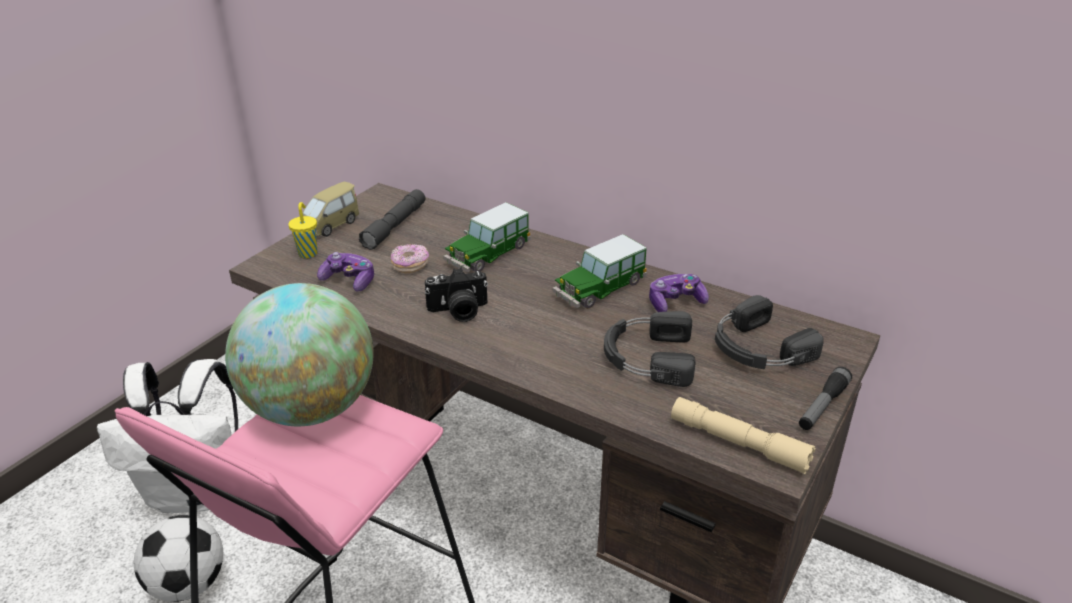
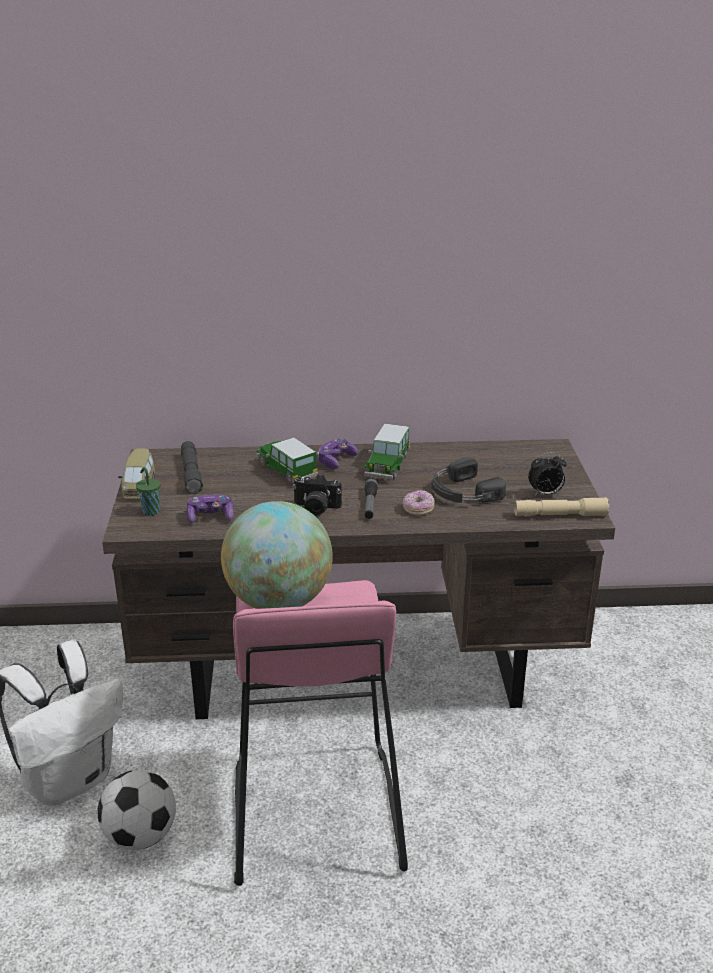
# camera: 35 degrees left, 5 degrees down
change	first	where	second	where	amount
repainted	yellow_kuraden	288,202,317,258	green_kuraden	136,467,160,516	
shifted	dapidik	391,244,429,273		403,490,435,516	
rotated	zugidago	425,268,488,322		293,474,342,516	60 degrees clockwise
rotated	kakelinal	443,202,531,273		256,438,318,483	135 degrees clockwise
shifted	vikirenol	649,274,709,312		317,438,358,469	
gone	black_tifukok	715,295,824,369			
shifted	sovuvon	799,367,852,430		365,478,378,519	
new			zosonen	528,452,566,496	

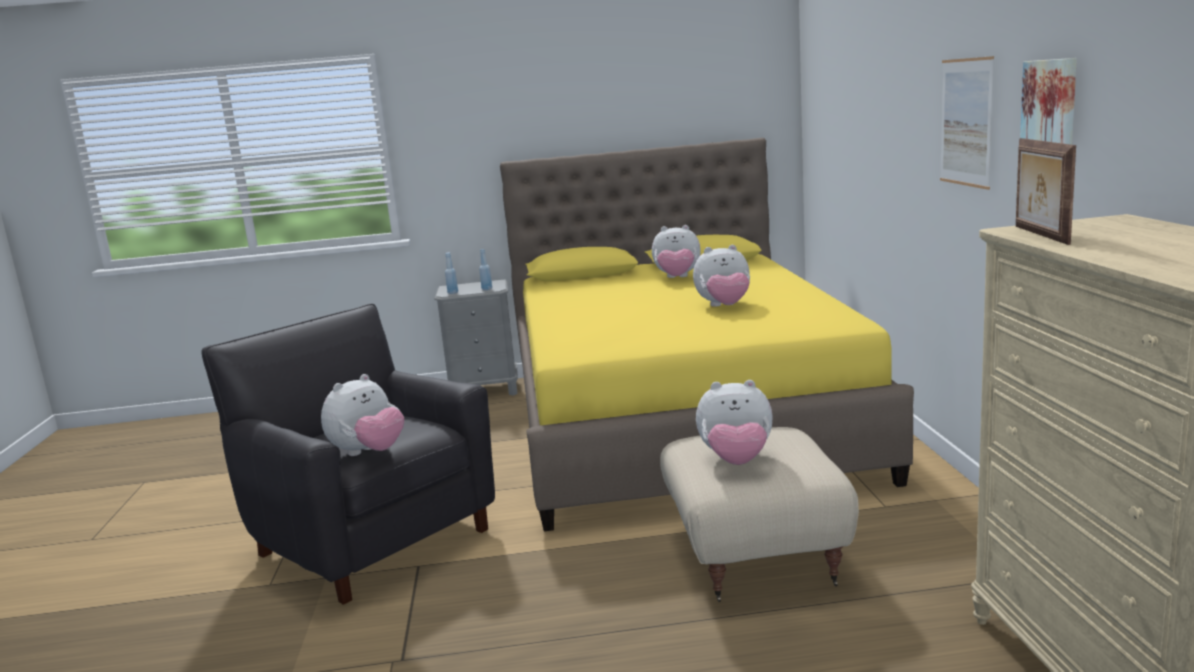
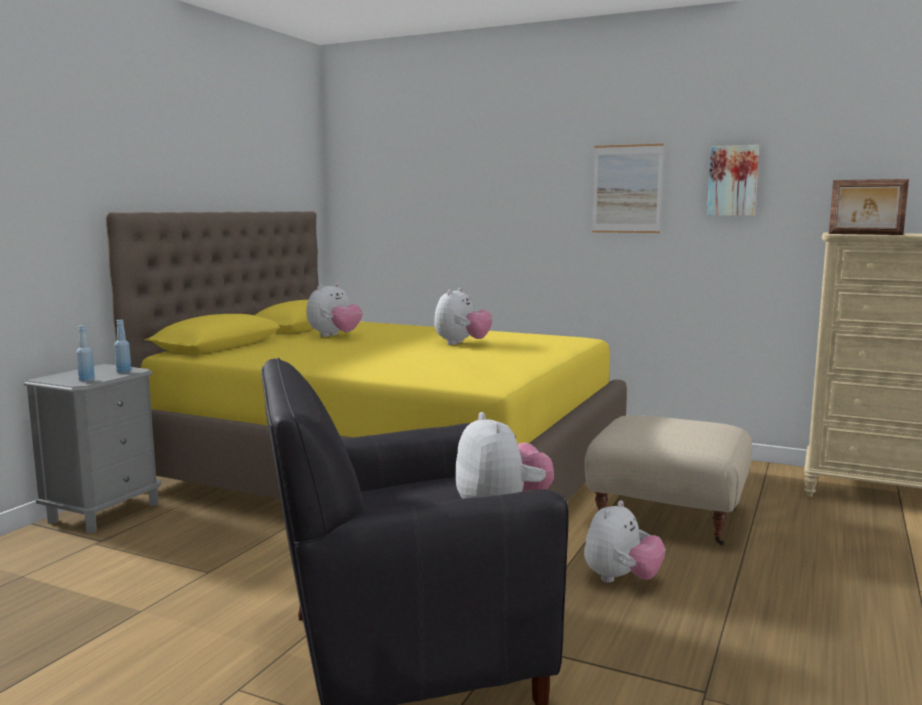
# camera: 60 degrees left, 5 degrees down
change	first	where	second	where	amount
shifted	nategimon	696,380,773,465		584,500,665,583	

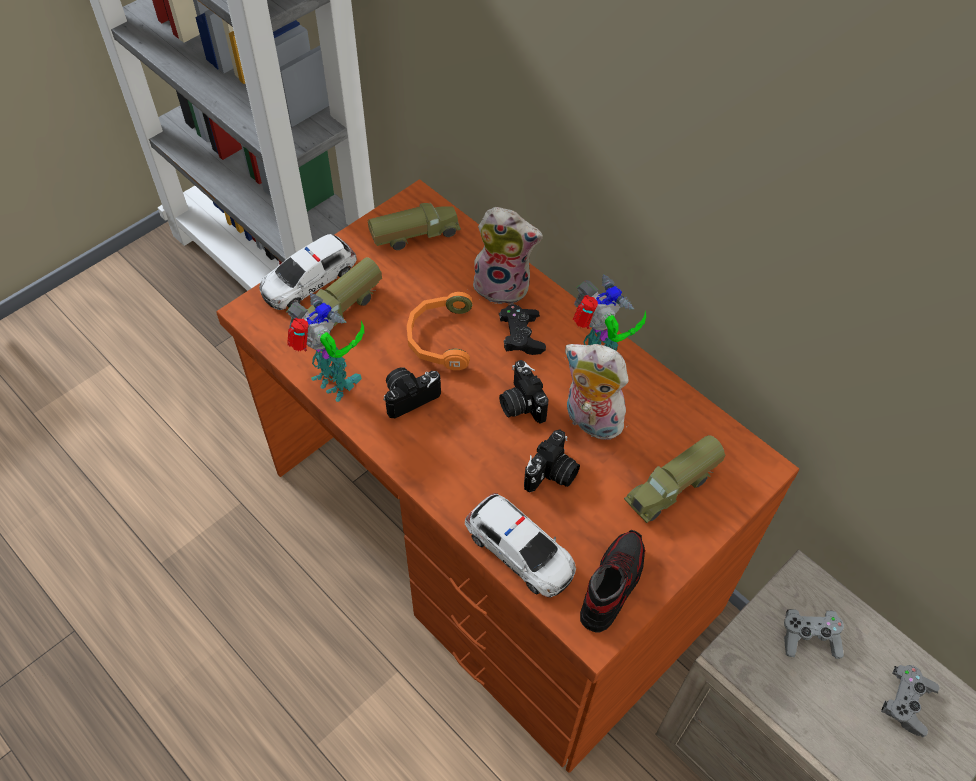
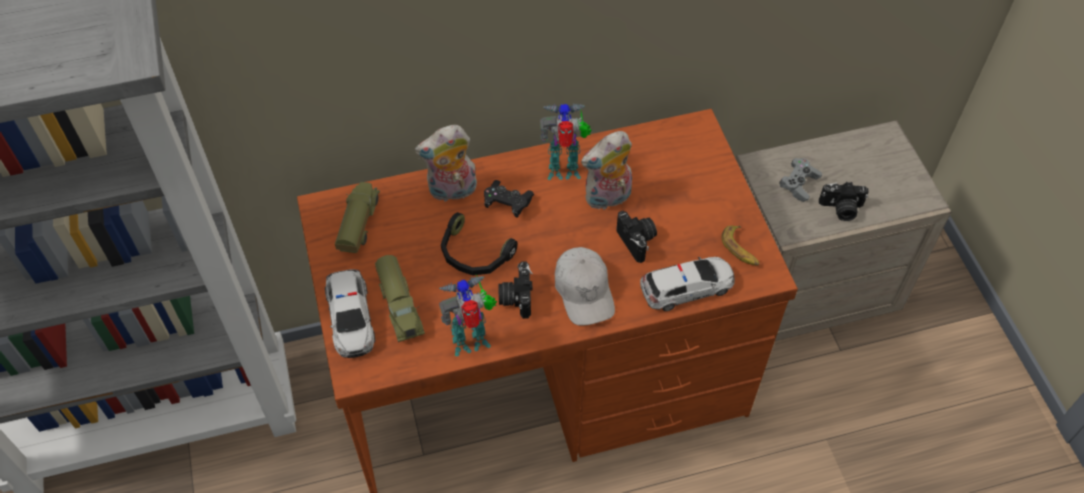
# camera: 60 degrees left, 0 degrees up
change	first	where	second	where	amount
repainted	orange_tifukok	407,292,473,370	black_tifukok	441,212,517,275	
rotated	nategimon	473,207,543,305		414,125,477,202	150 degrees counterclockwise
shifted	zugidago	499,360,549,424		819,182,869,221	
swapped	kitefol	580,530,645,632	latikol	721,226,759,266	
gone	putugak	624,435,726,523			
gone	grey_vikirenol	881,665,940,737			
new			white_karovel	555,247,615,326	

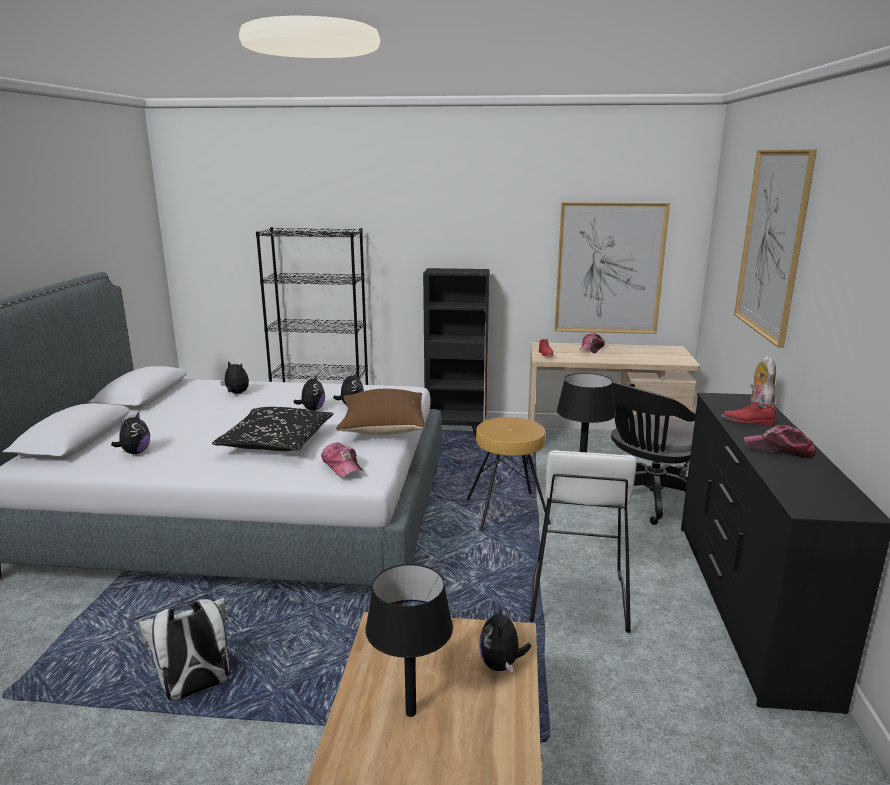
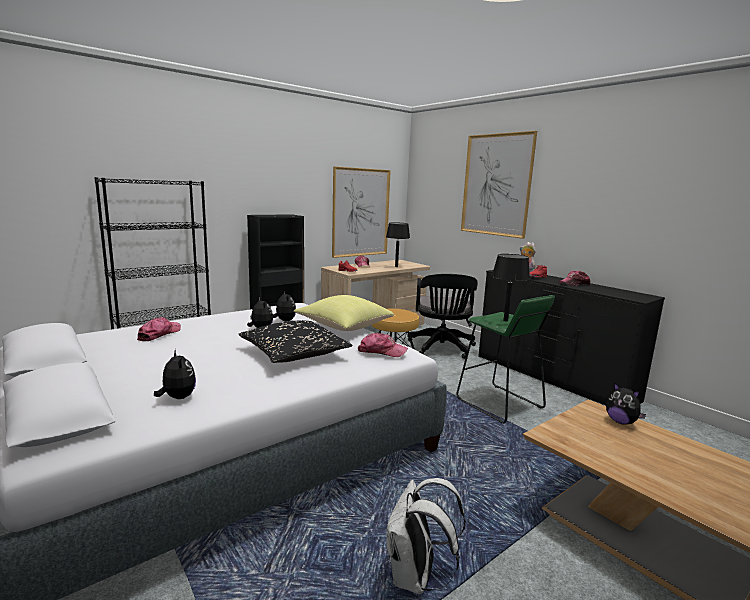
# camera: 45 degrees left, 5 degrees down
change	first	where	second	where	amount
swapped	nategimon	220,360,249,394	karovel	137,317,181,341	
repainted	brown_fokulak	336,389,425,435	yellow_fokulak	294,295,394,331	
shifted	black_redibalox	365,564,453,717		386,222,410,267	
repainted	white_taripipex	529,450,637,633	green_taripipex	456,295,555,424	

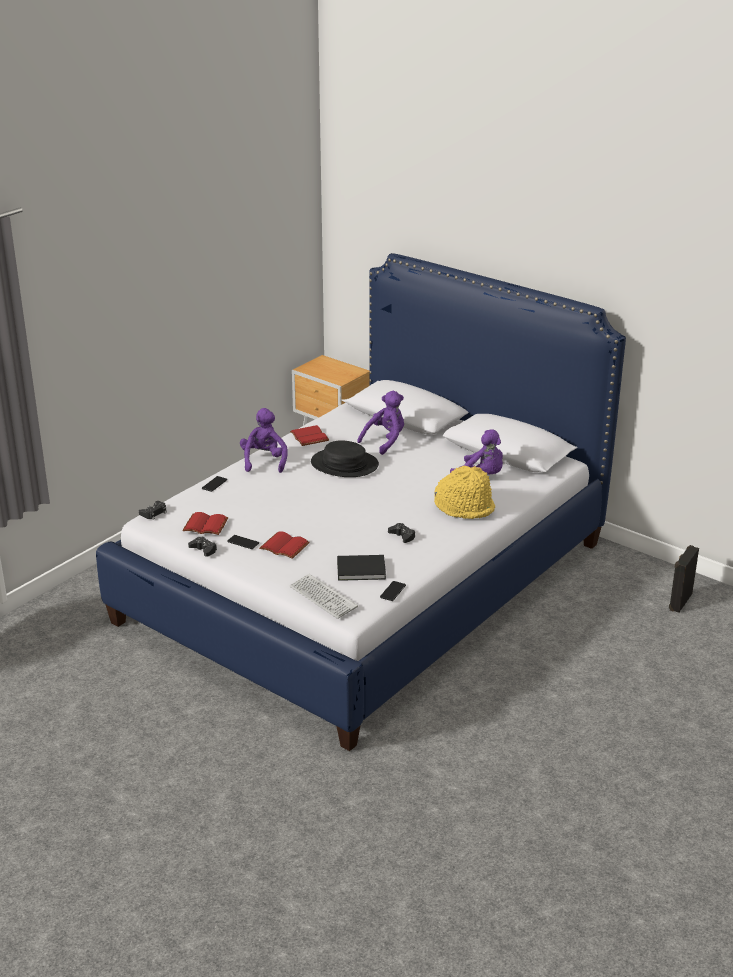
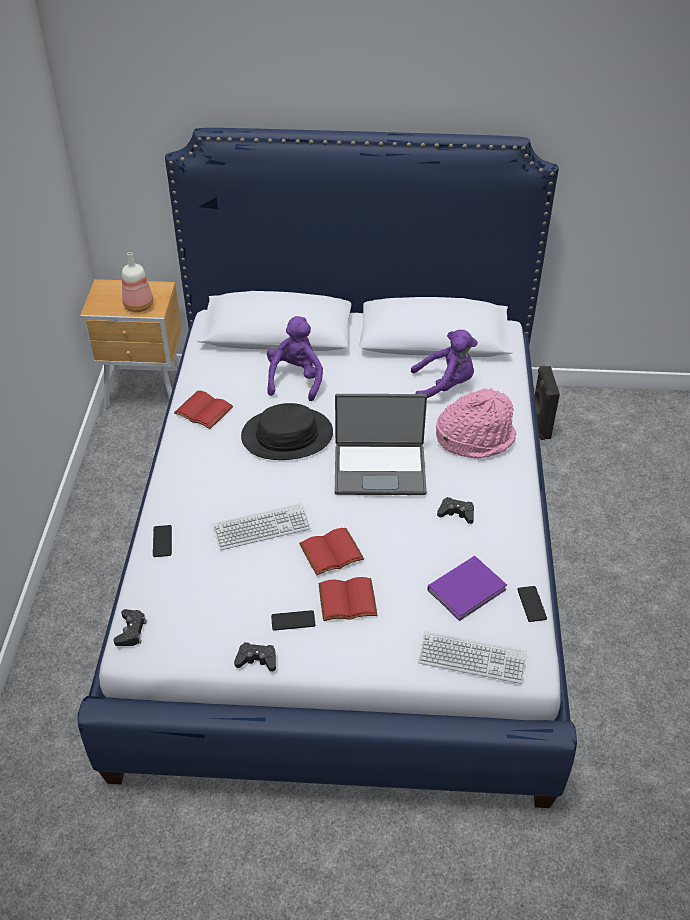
# camera: 35 degrees left, 15 degrees up
change	first	where	second	where	amount
shifted	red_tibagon	182,512,228,535		299,528,364,576	
gone	purple_nategimon	240,408,288,473			
repainted	black_tibagon	337,555,386,581	purple_tibagon	427,556,507,621	
repainted	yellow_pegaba	434,466,495,519	pink_pegaba	436,388,516,459	
shifted	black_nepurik	669,545,699,613		535,366,560,440	
new			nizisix	122,252,153,312	
new			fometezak	212,503,311,550	
new			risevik	335,394,427,495	

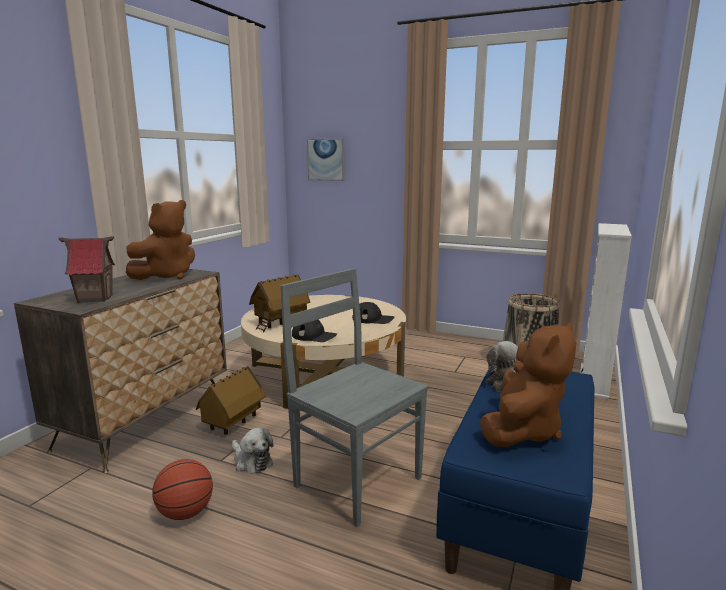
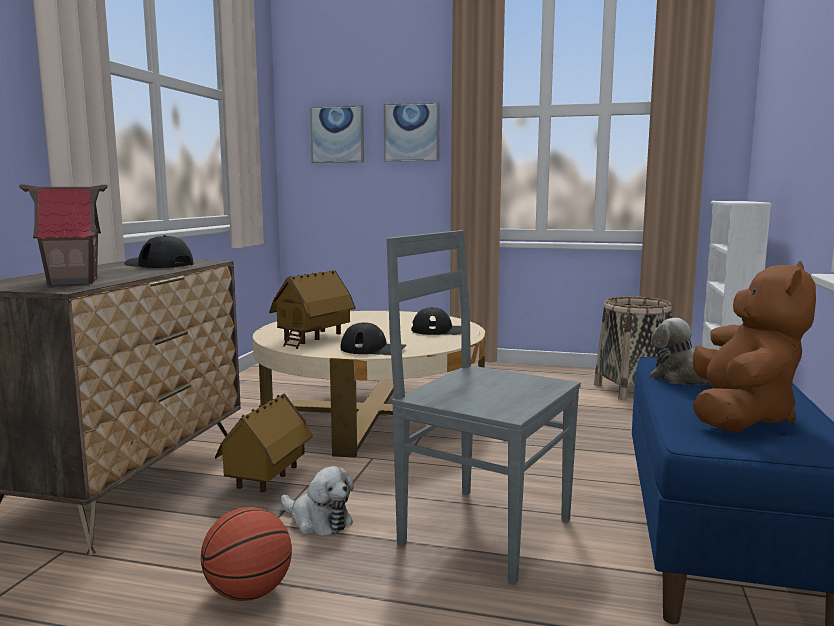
# camera: 10 degrees left, 5 degrees down
change	first	where	second	where	amount
swapped	brown_nategimon	126,200,195,280	black_karovel	124,235,193,268	
new			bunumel	384,102,440,162	

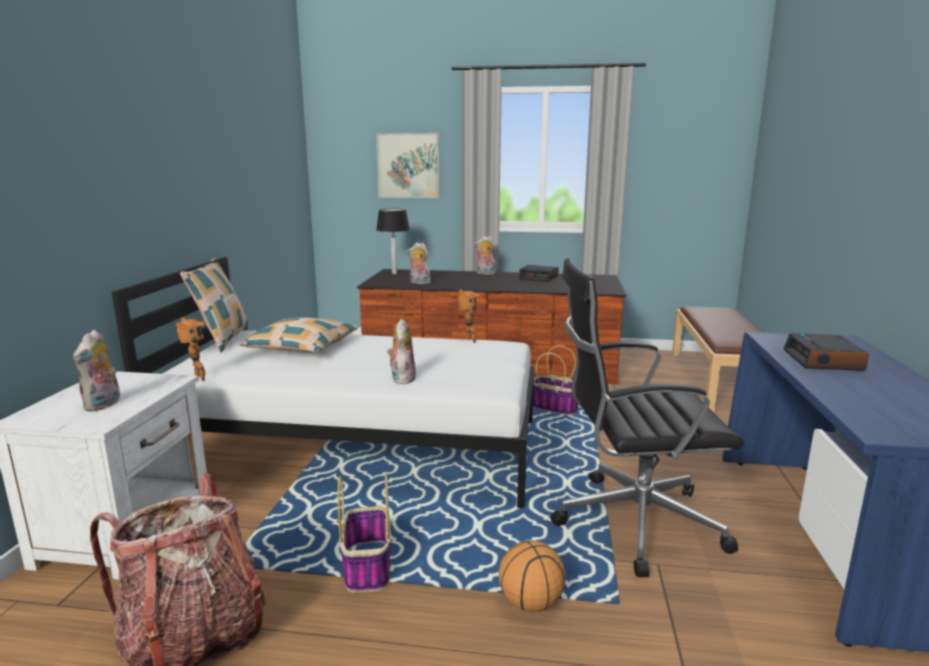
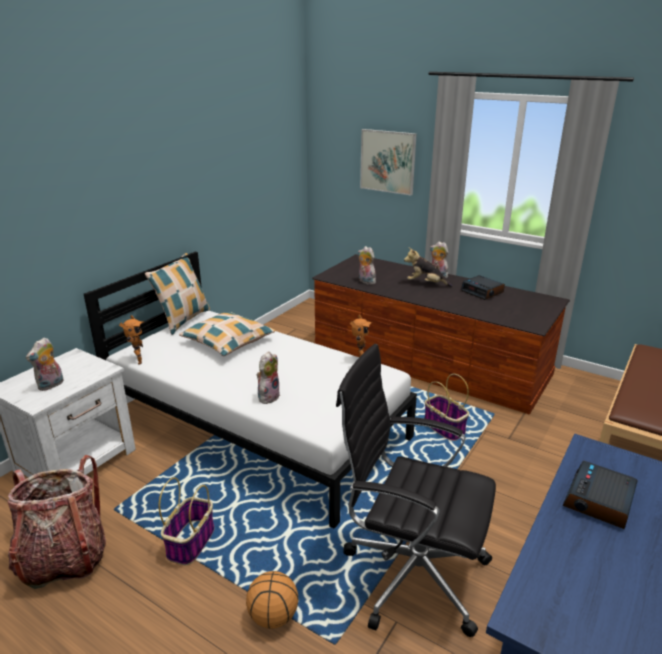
# camera: 25 degrees right, 10 degrees up
change	first	where	second	where	amount
gone	redibalox	376,209,410,274			
new			nategimon	404,248,452,287	

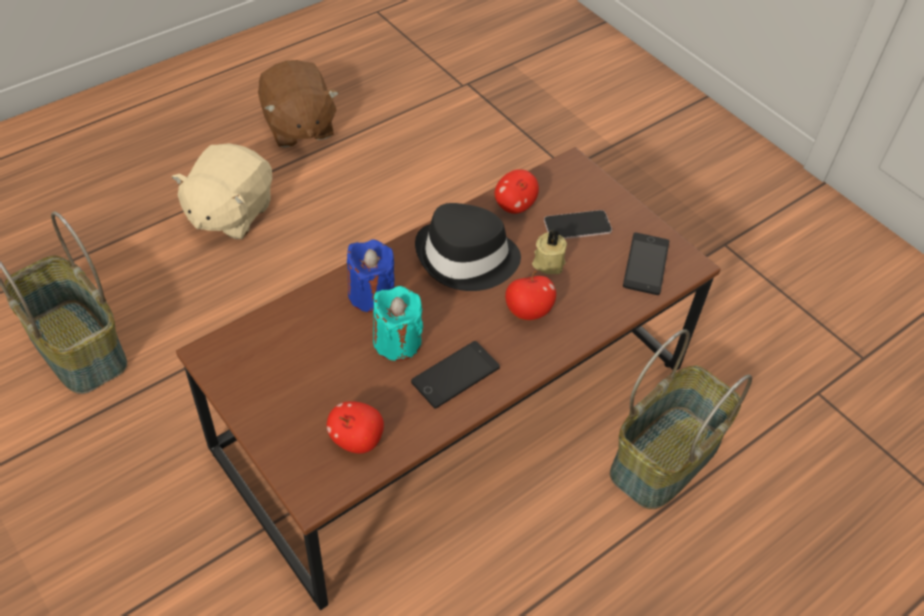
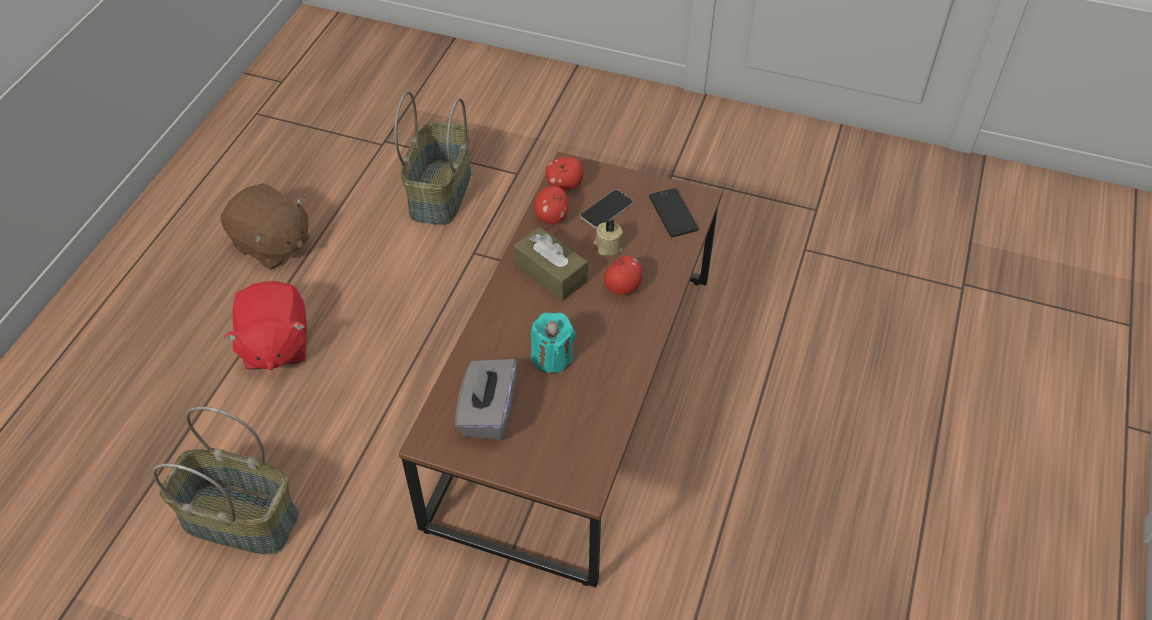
# camera: 30 degrees left, 0 degrees up
change	first	where	second	where	amount
repainted	beige_nategimon	172,143,272,239	red_nategimon	224,281,307,370	
shifted	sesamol	327,401,384,454		545,157,583,191	
gone	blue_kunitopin	347,240,395,312			
gone	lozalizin	411,341,500,409			
swapped	black_pegaba	415,203,521,291	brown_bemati	513,227,588,301	
shifted	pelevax	610,329,752,509		394,91,471,225	
new			grey_bemati	455,359,517,440	

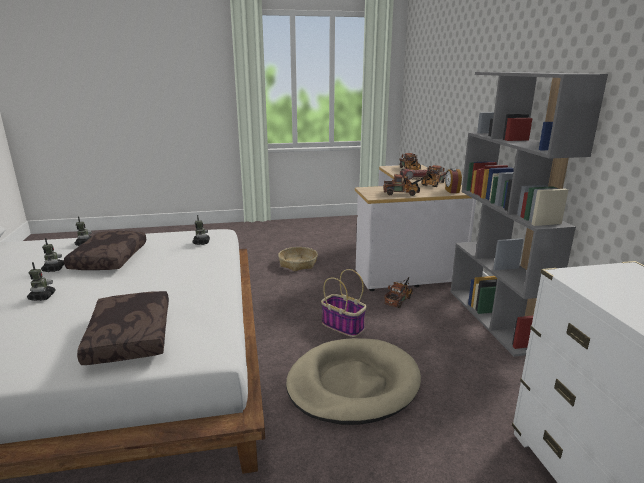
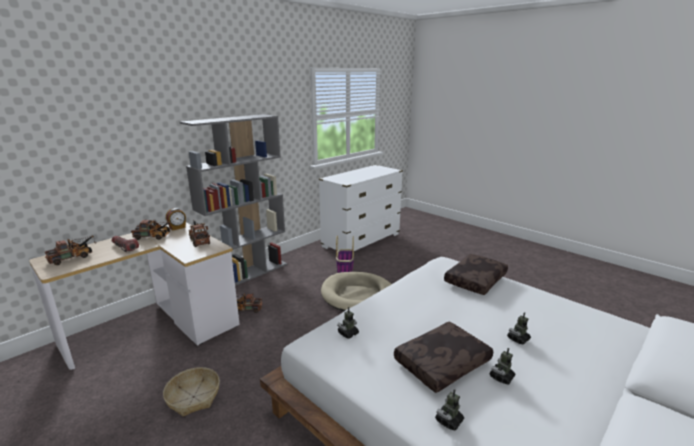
# camera: 125 degrees left, 0 degrees up
change	first	where	second	where	amount
shifted	pelevax	321,269,367,337		336,235,354,273	

